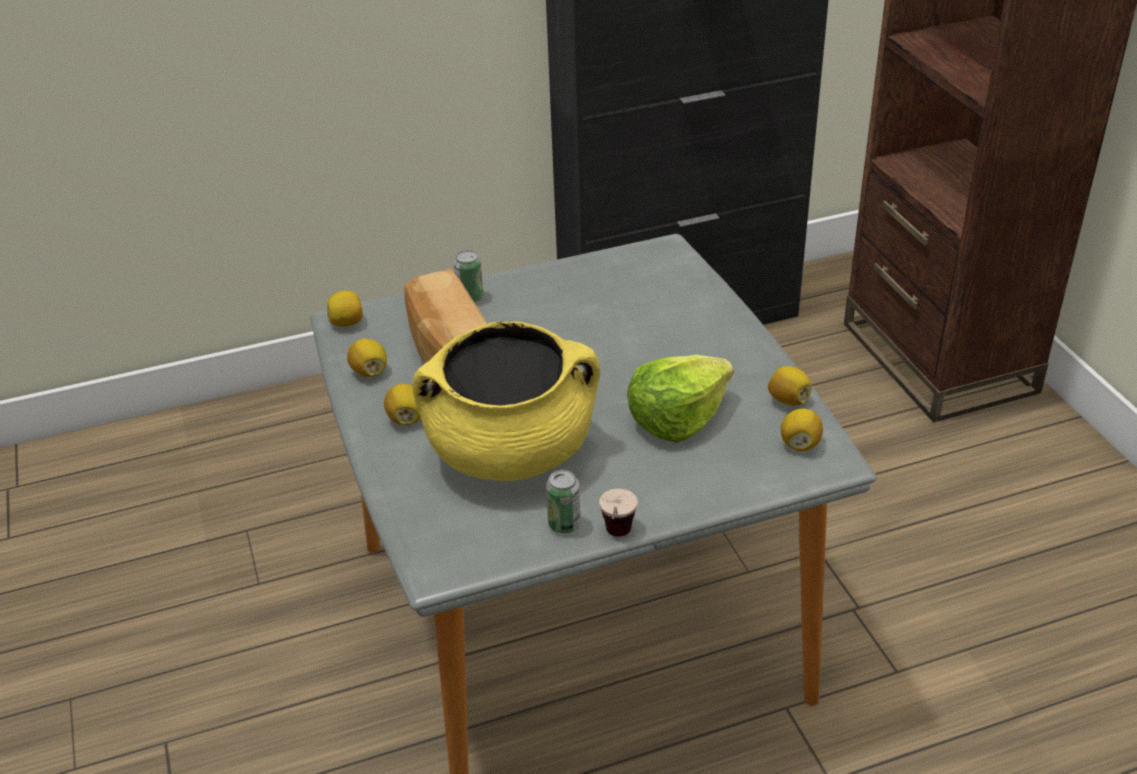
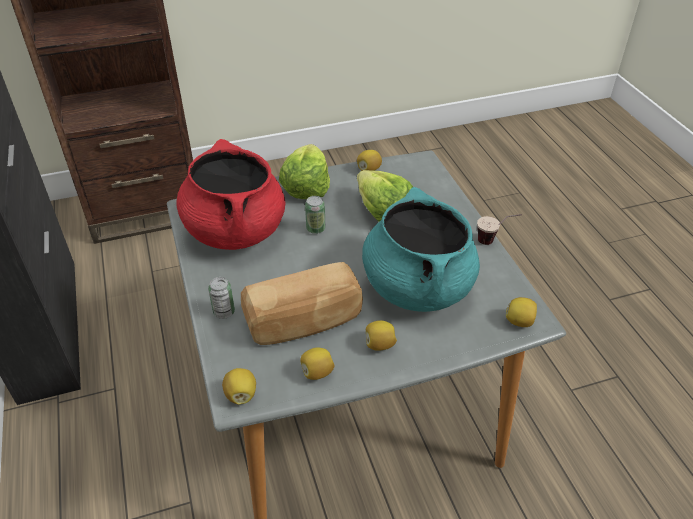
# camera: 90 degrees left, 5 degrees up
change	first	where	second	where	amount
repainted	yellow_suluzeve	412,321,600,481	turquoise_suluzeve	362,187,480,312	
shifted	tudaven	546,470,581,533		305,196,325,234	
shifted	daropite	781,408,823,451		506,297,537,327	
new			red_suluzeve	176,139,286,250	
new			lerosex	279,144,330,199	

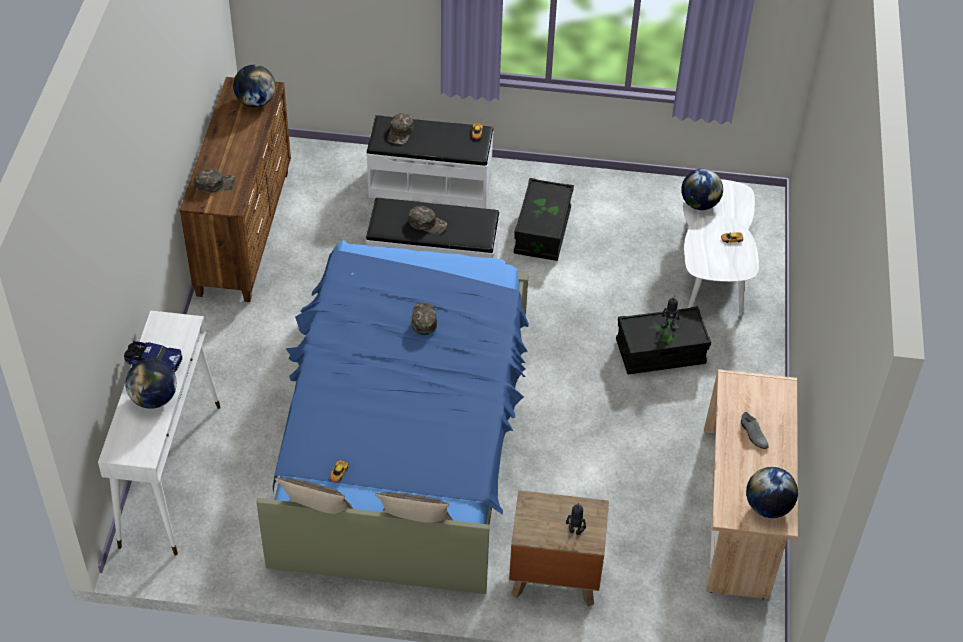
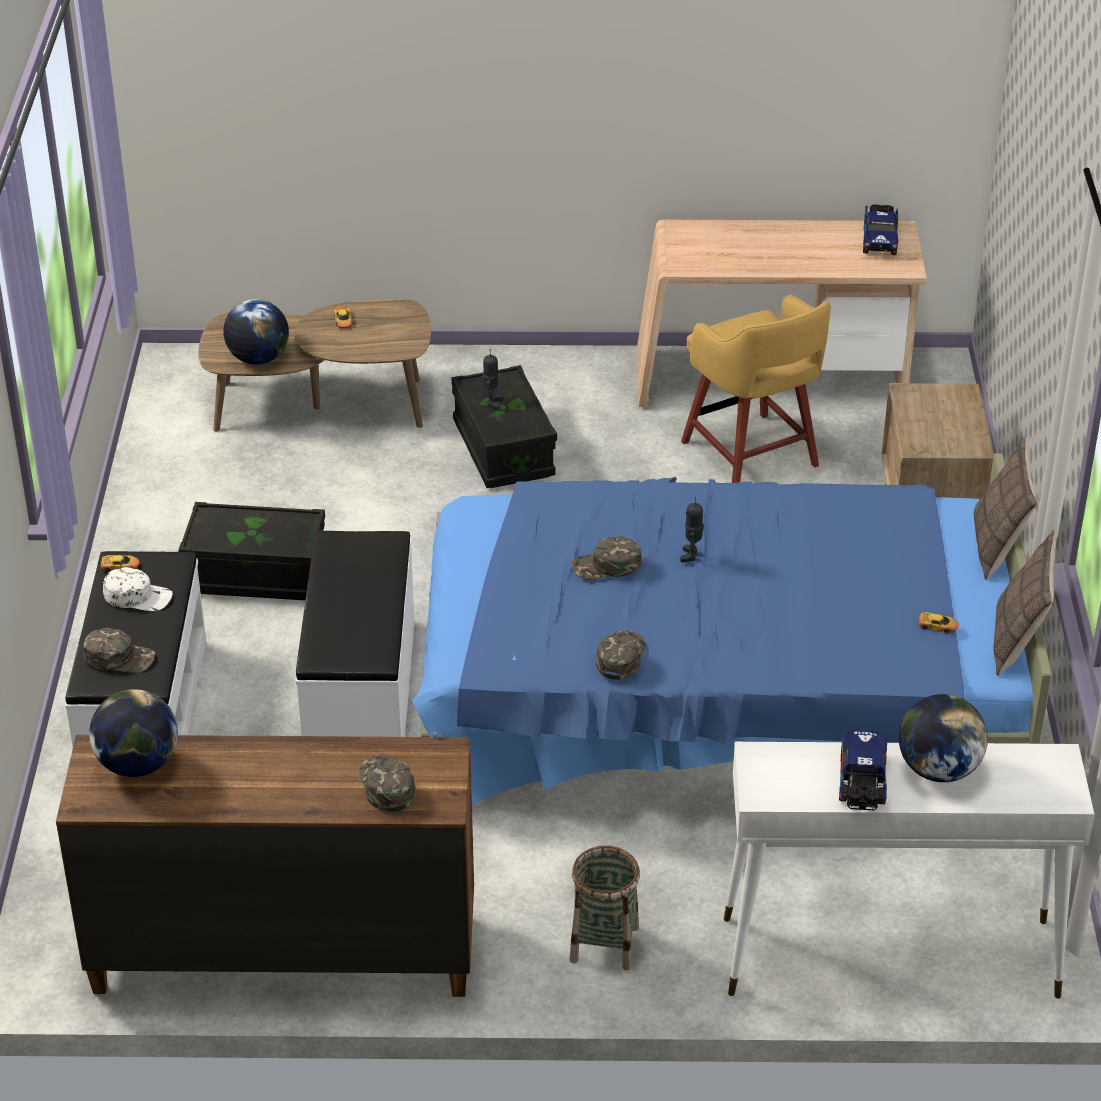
# camera: 95 degrees left, 10 degrees down
change	first	where	second	where	amount
shifted	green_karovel	409,206,447,234		596,630,645,680	
shifted	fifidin	566,503,586,535		680,497,704,562	
repainted	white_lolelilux	683,179,759,316	brown_lolelilux	198,299,431,431	
gone	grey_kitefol	741,412,769,449			
swapped	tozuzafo	746,467,798,518	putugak	863,204,898,255	
new			white_karovel	103,567,173,611	
new			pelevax	569,846,640,971	
new			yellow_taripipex	681,295,831,483	

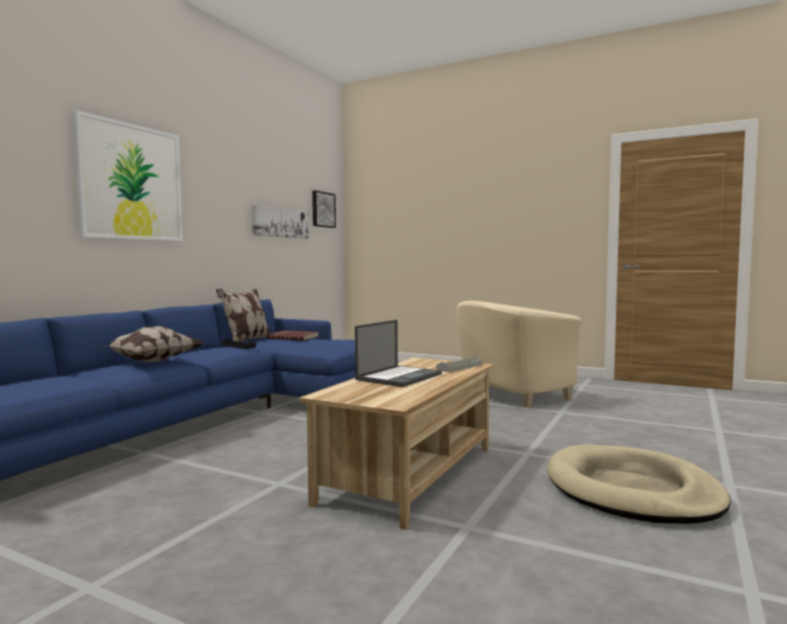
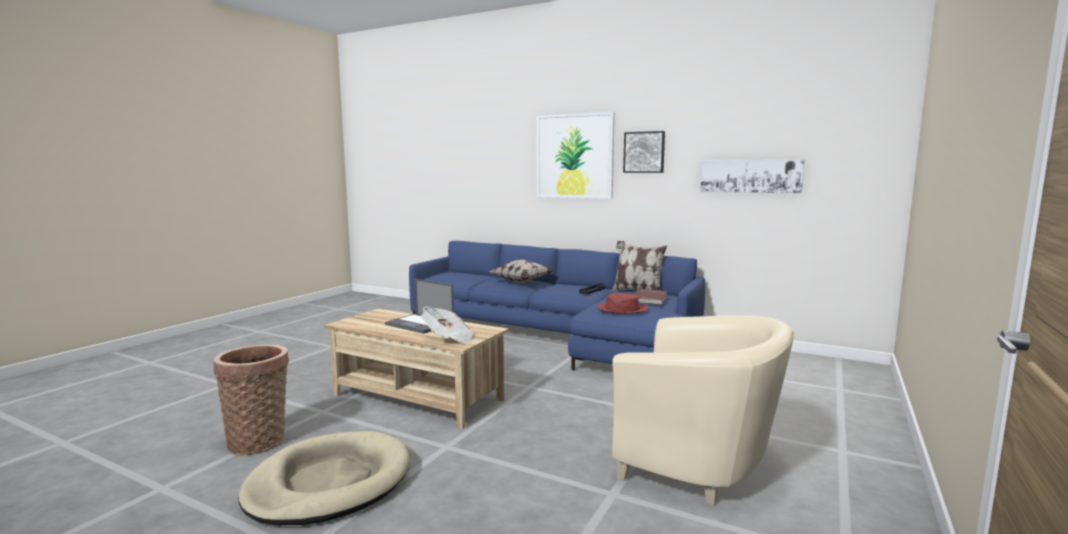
# camera: 90 degrees right, 5 degrees up
change	first	where	second	where	amount
shifted	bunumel	312,190,336,228		623,131,665,173	
swapped	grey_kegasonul	436,355,482,373	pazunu	421,307,474,345	
rotated	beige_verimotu	456,301,581,408		612,316,794,506	150 degrees clockwise
new			pelevax	214,345,289,456	
new			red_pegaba	597,293,649,314	

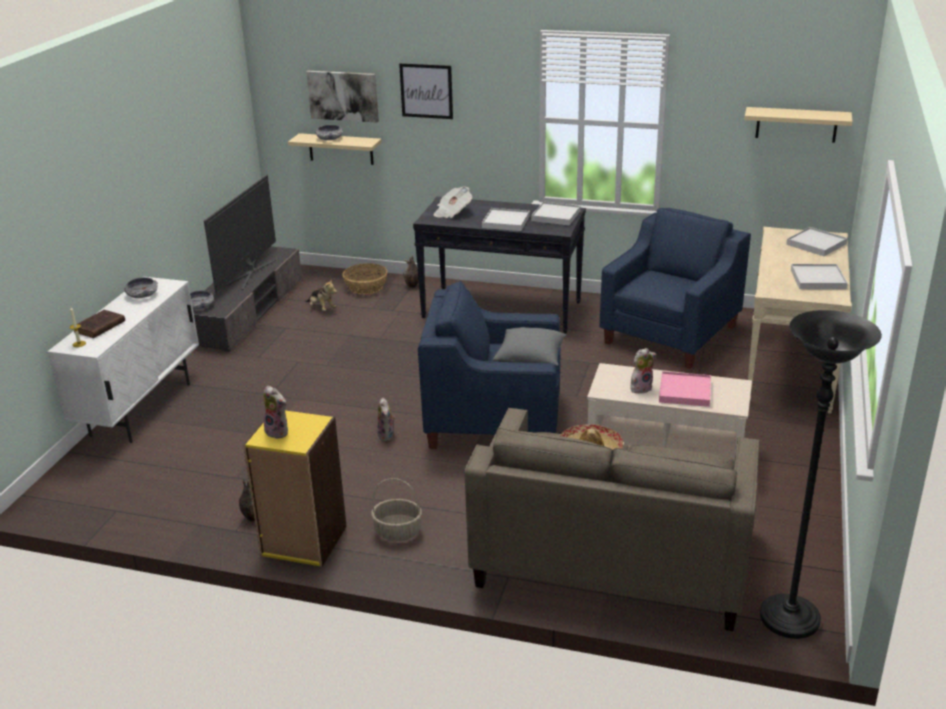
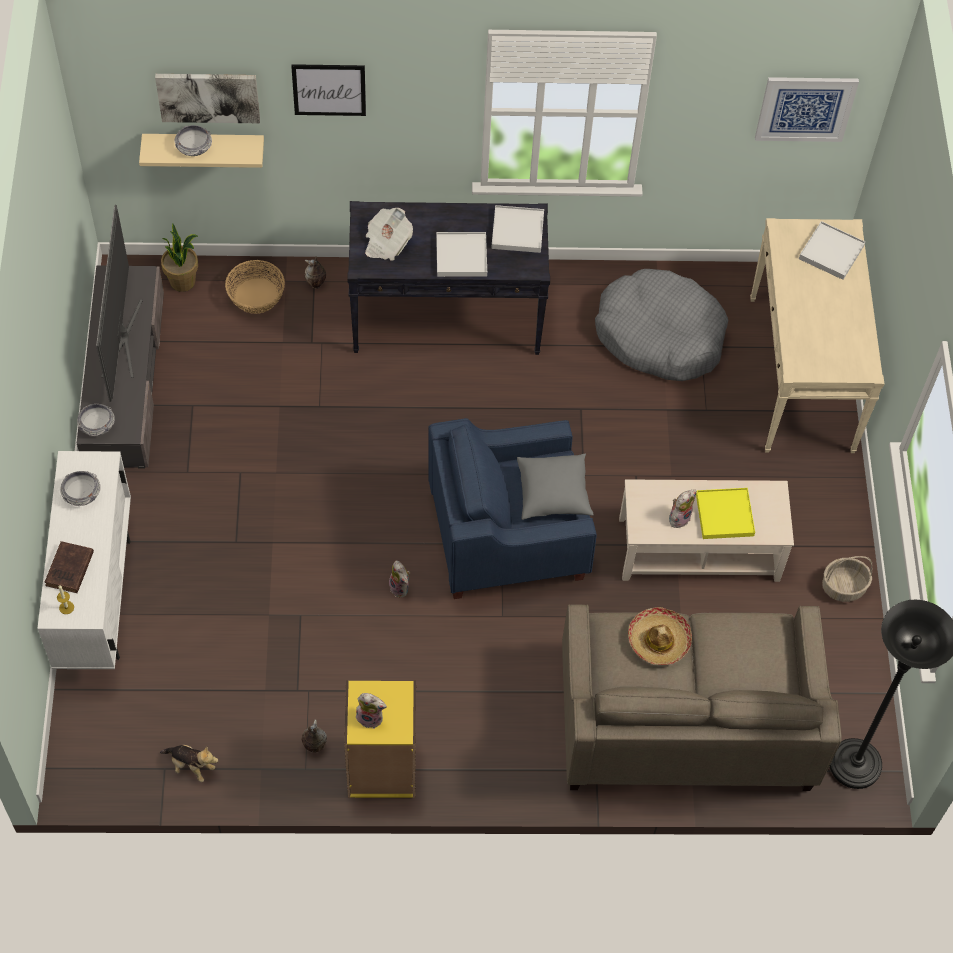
# camera: 20 degrees left, 30 degrees up
change	first	where	second	where	amount
shifted	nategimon	305,279,337,311		160,745,218,782	
shifted	pelevax	371,478,422,541		822,556,872,602	
swapped	blue_verimotu	599,208,751,369	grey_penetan	595,269,729,381	
repainted	pink_kegasonul	659,371,711,407	yellow_kegasonul	696,488,755,539	
swapped	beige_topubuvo	744,107,852,143	bunumel	755,77,859,142	
gone	white_kegasonul	791,264,848,290			
new			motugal	161,223,198,292	

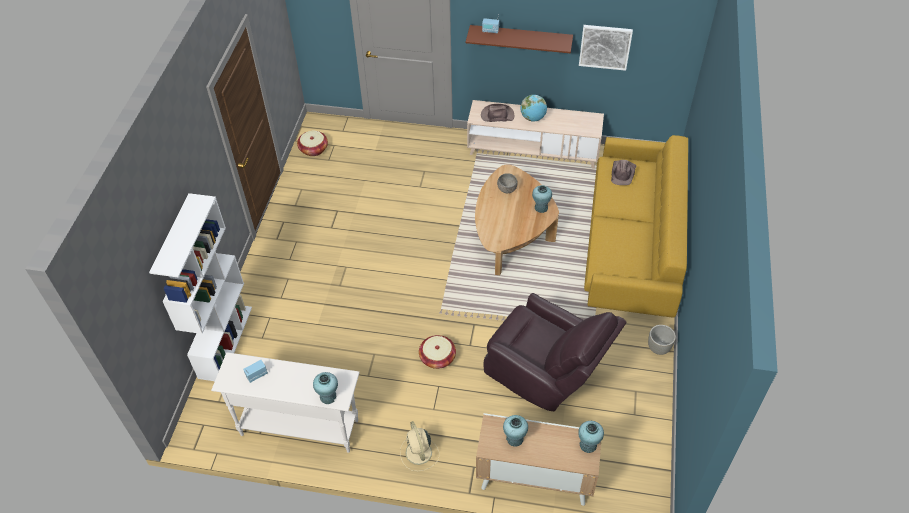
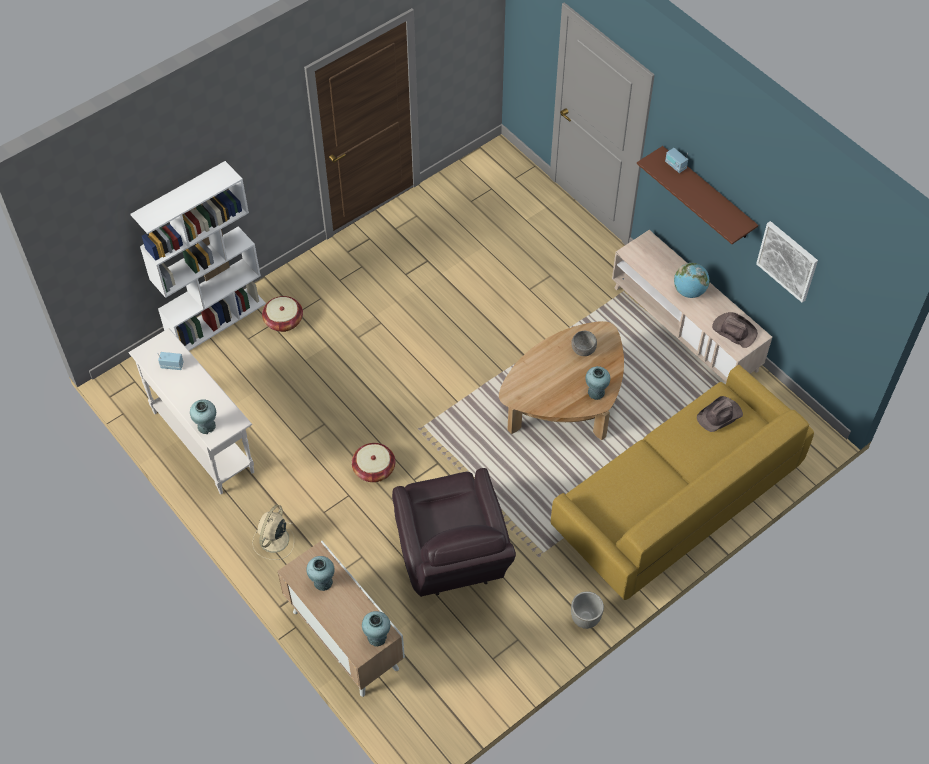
# camera: 40 degrees right, 5 degrees up
change	first	where	second	where	amount
shifted	pelevax	297,130,328,156		262,296,303,332	
shifted	brown_pegaba	481,104,514,122		712,312,758,348	

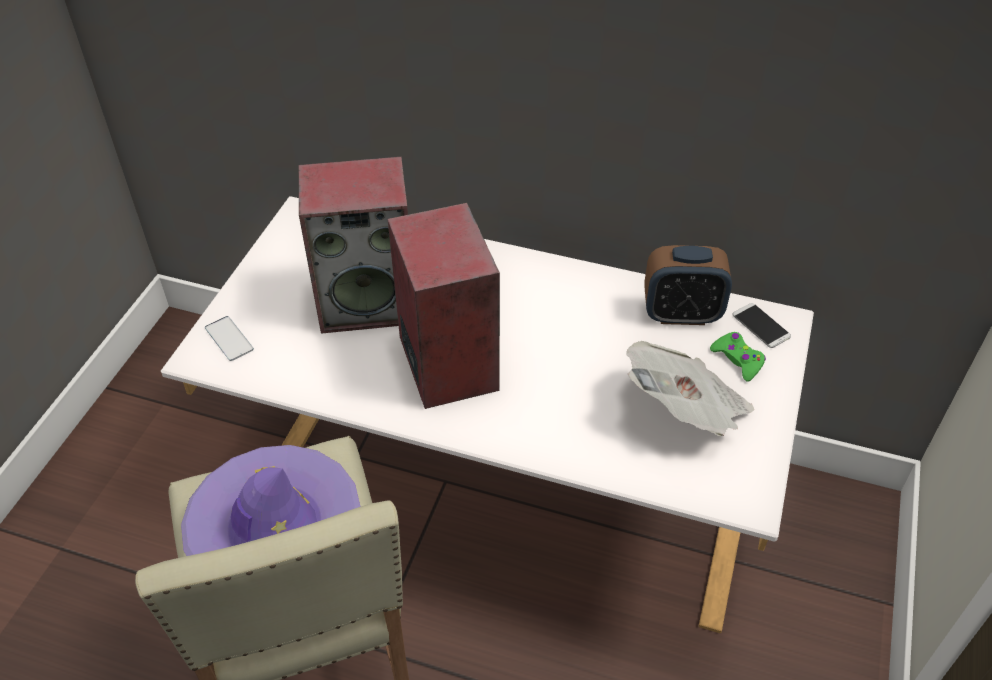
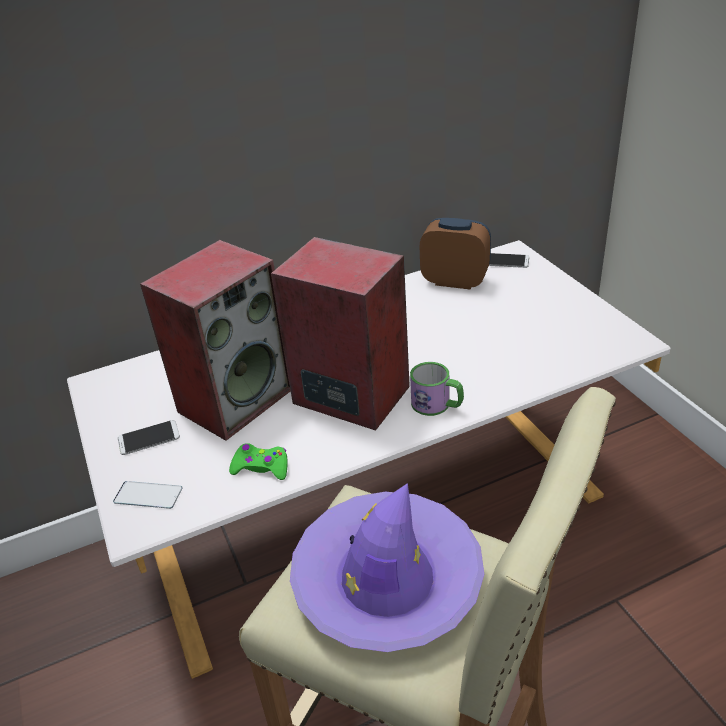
# camera: 40 degrees left, 10 degrees down
change	first	where	second	where	amount
gone	pazunu	626,341,754,436			
rotated	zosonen	644,245,732,325		420,218,491,289	120 degrees counterclockwise
shifted	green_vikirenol	710,332,766,382		229,443,288,480	
new			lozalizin	118,420,180,455	
new			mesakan	410,362,464,416	

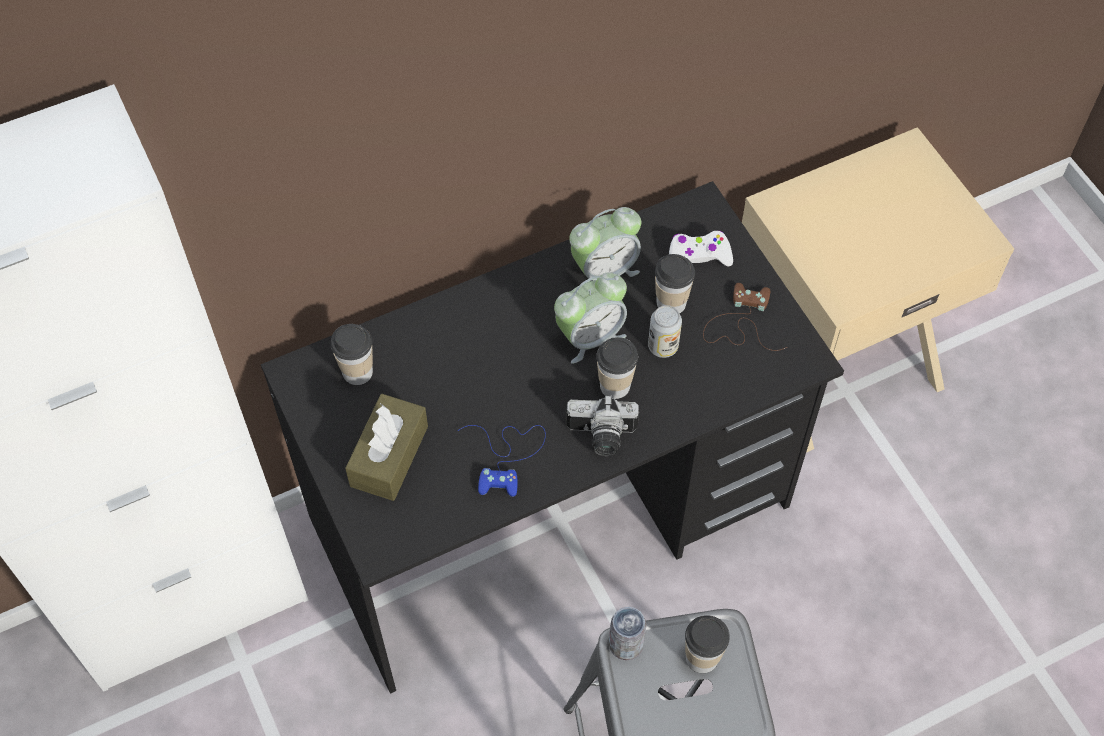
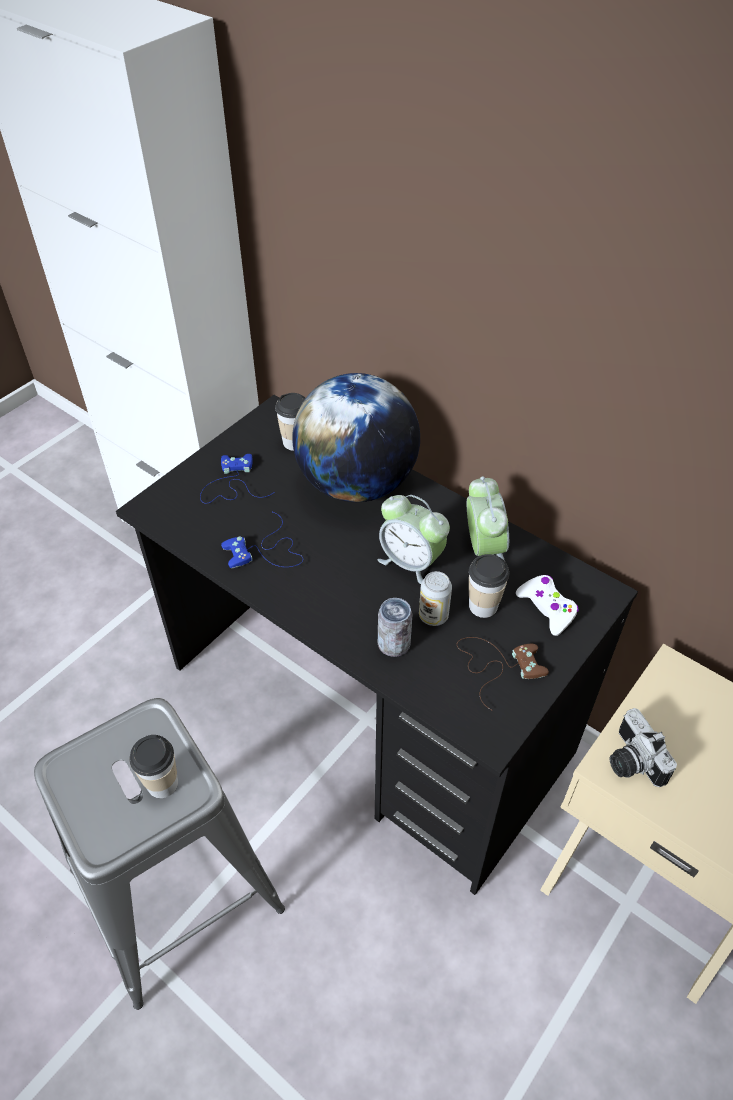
# camera: 65 degrees right, 10 degrees down
change	first	where	second	where	amount
swapped	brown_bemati	345,394,428,501	blue_vikirenol	200,454,275,504	
shifted	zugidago	566,395,639,456		610,708,677,787	
rotated	zosonen	569,207,641,281		467,476,509,561	135 degrees counterclockwise
gone	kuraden	596,337,638,399			
shifted	tudaven	609,607,647,660		378,598,413,657	
new			tozuzafo	292,373,420,502	

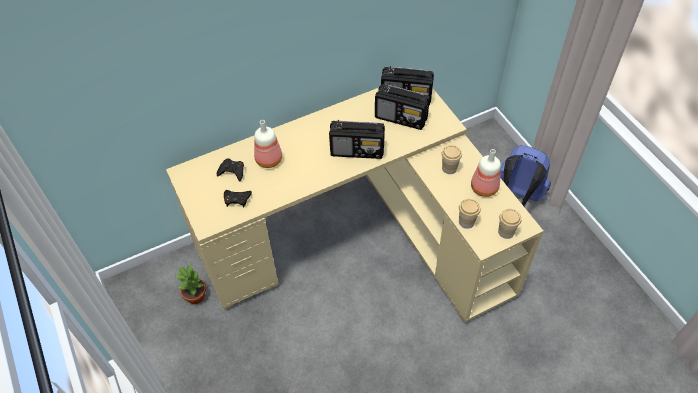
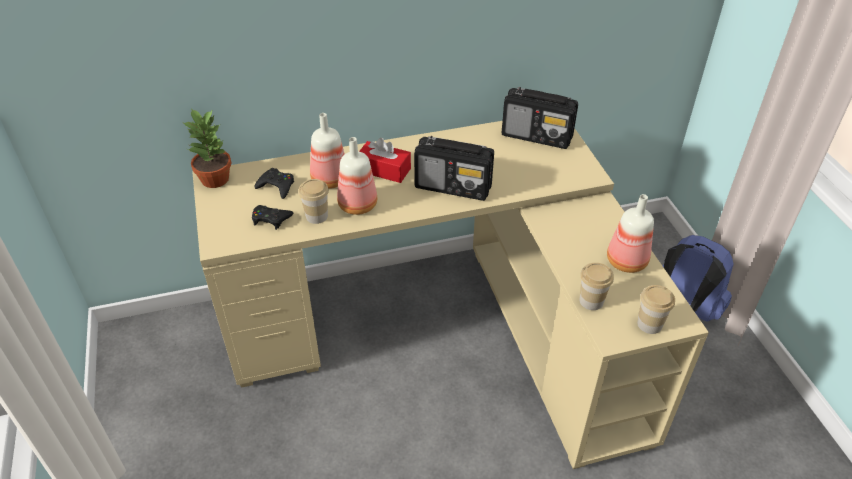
# camera: 10 degrees right, 10 degrees down
change	first	where	second	where	amount
shifted	motugal	175,264,206,304		182,108,232,188	
gone	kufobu	375,84,430,130			
shifted	kuraden	441,145,462,174		298,179,329,224	
new			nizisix	337,137,377,215	
new			red_bemati	359,138,411,183	

